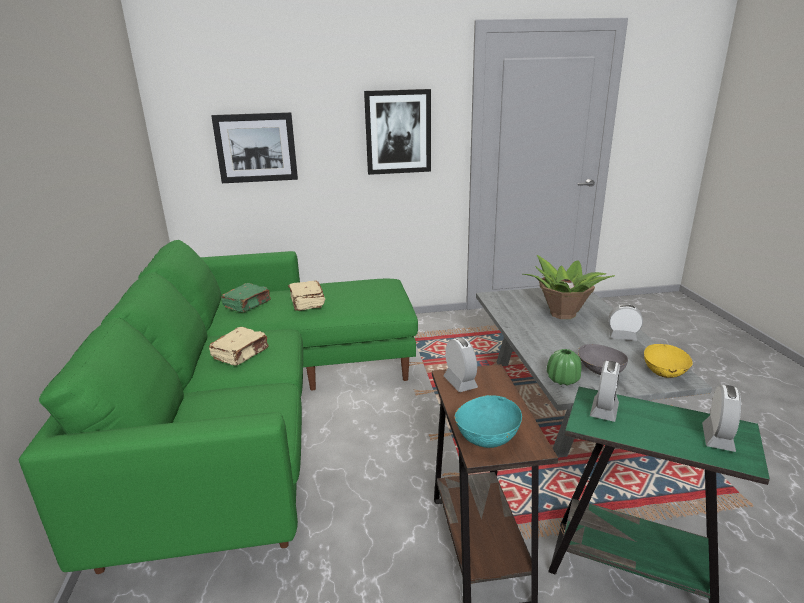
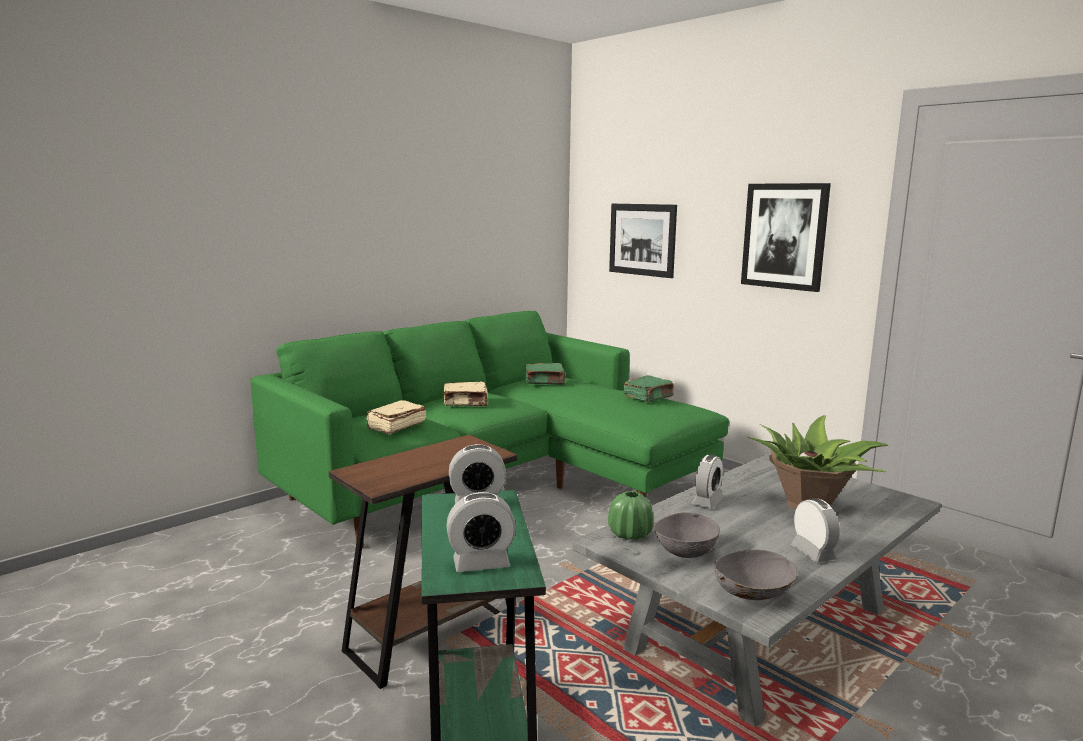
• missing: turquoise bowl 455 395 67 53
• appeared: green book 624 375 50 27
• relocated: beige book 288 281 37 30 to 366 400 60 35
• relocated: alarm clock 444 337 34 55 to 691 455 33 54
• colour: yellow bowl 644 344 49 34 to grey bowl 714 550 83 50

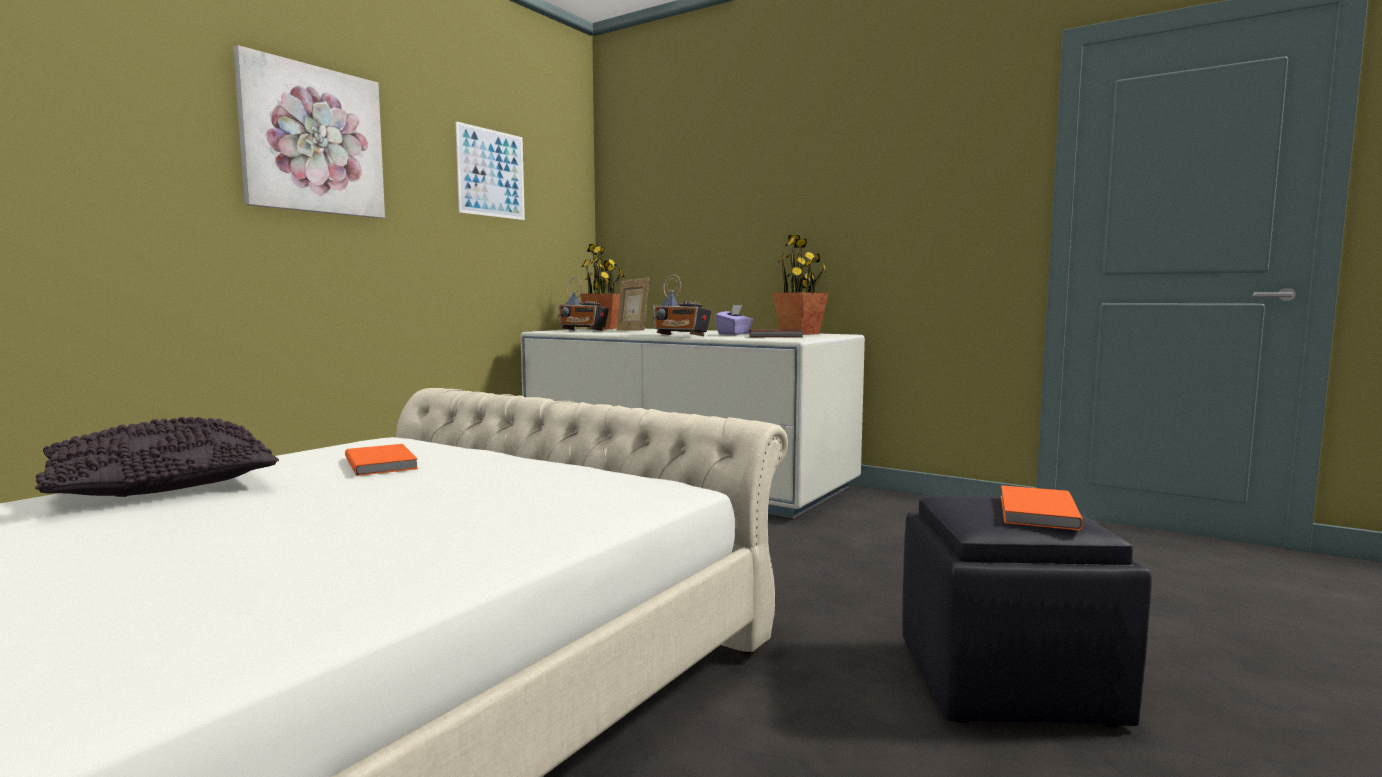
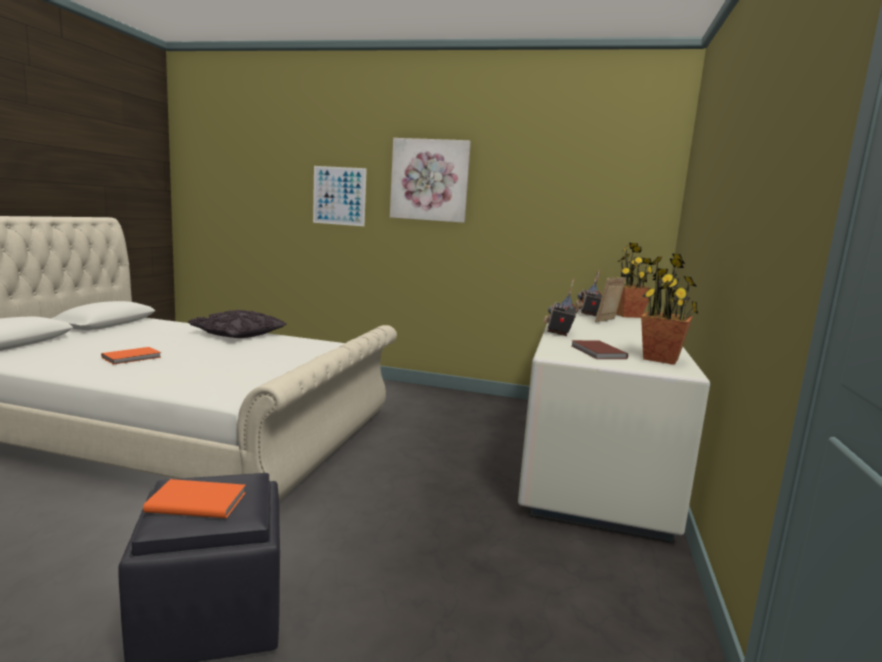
• missing: purple tissue box 715 305 38 30
• relocated: orange book 345 444 73 32 to 101 347 60 18
• relocated: picture 455 121 70 99 to 313 166 54 60

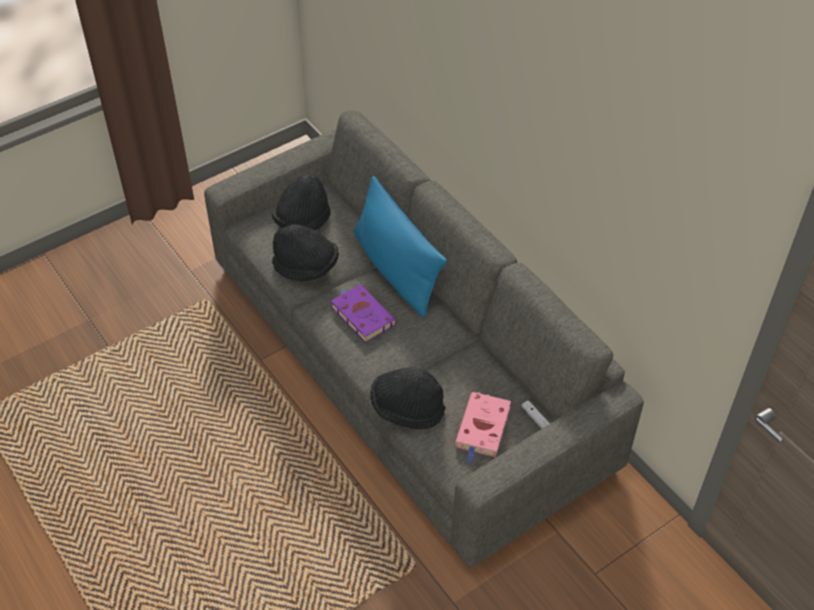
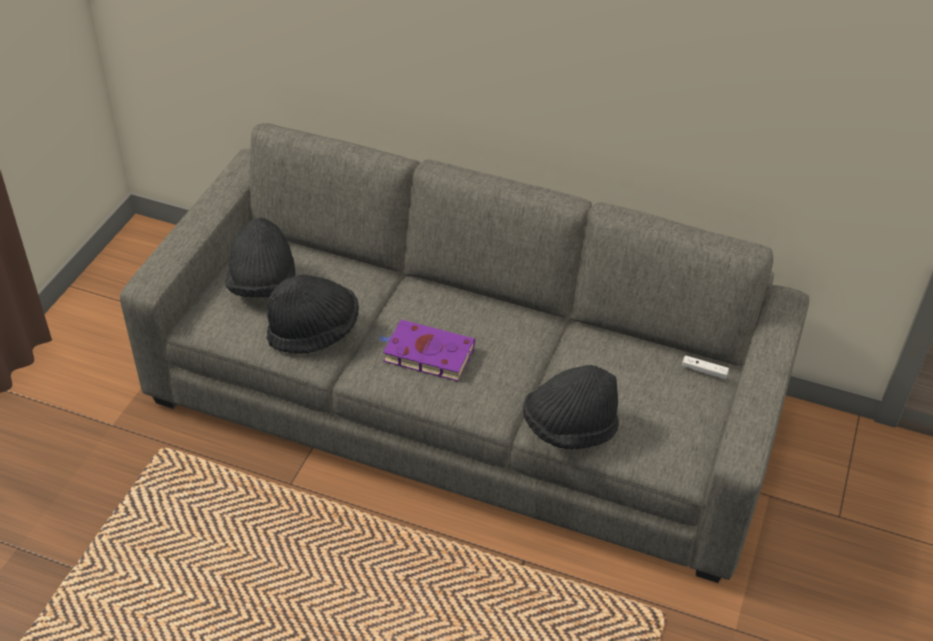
• missing: blue pillow 353 176 94 142
• missing: pink book 455 392 56 71

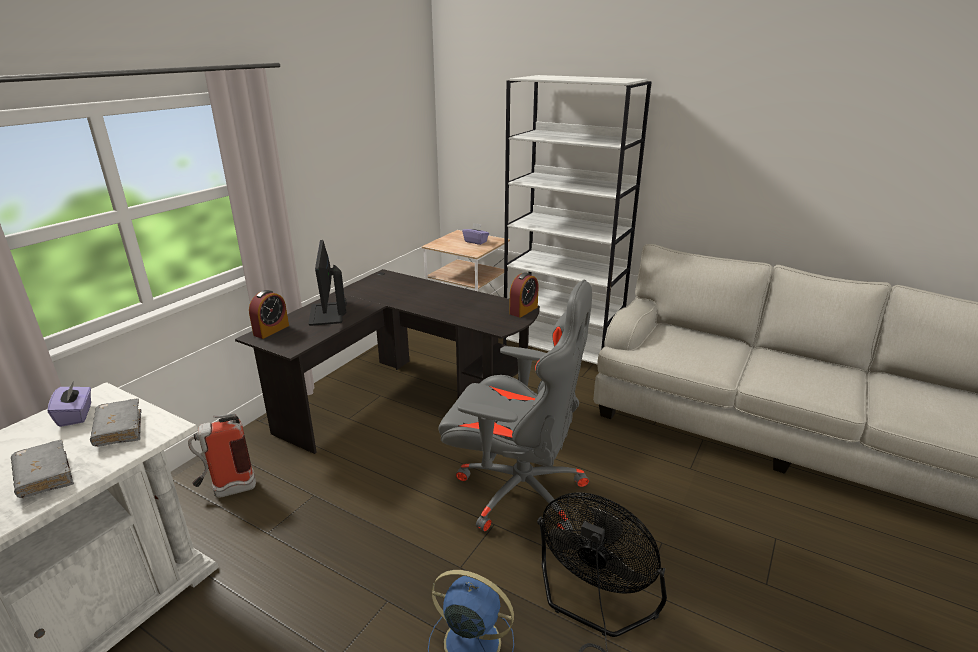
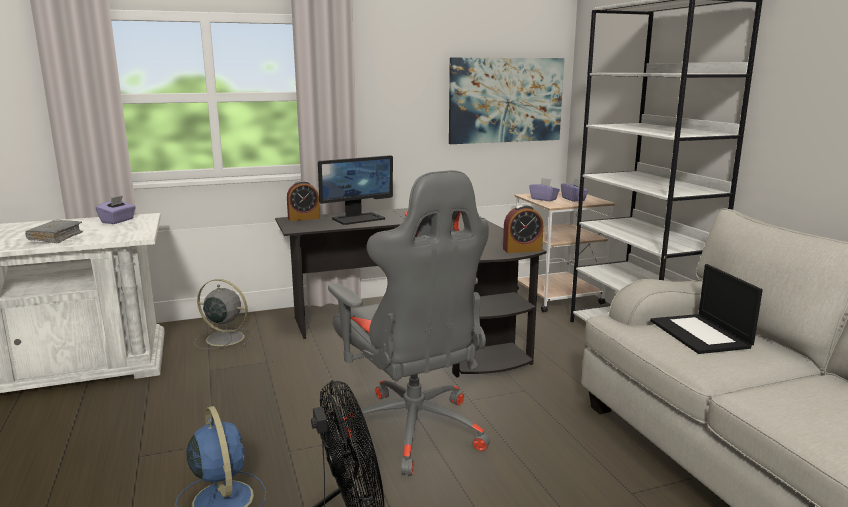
• missing: grey book 90 398 52 49
• appeared: picture 449 58 115 86
• appeared: purple tissue box 529 178 31 23
• appeared: laptop 650 264 113 90
• exchanged: fire extinguisher 188 413 68 85 to grey fan 195 279 59 70
• spun: monitor 309 240 38 86 = 318 155 75 70 150 degrees counterclockwise

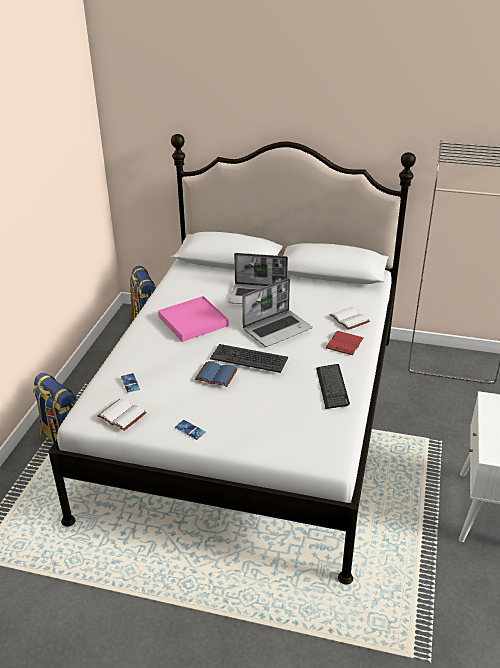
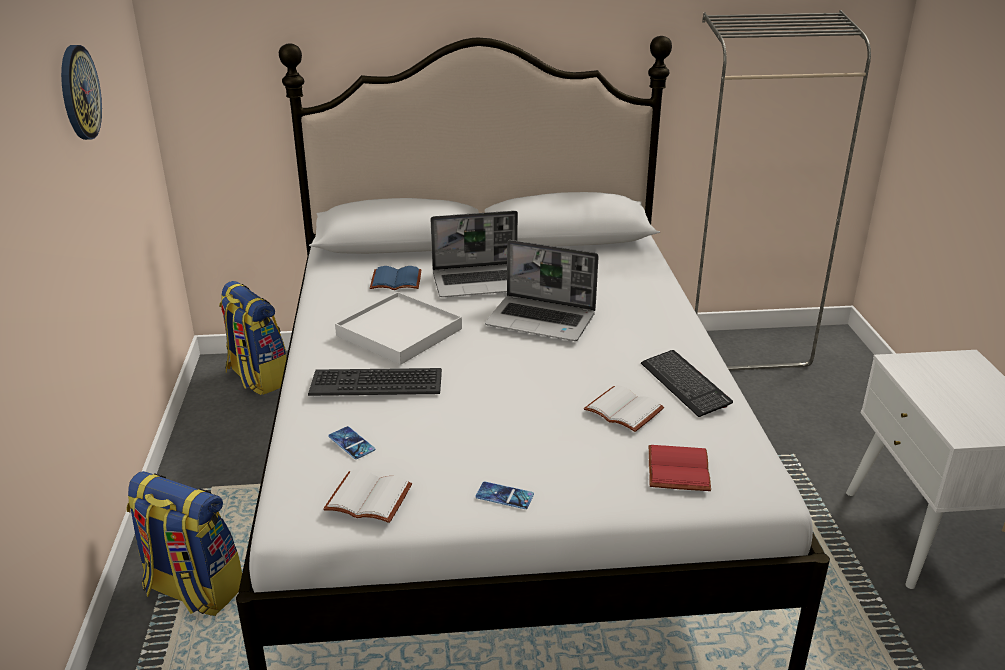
• appeared: wall clock 61 45 41 95
• relocated: blue book 195 361 43 26 to 370 266 52 24
• relocated: keyboard 210 344 78 29 to 308 368 134 28
• relocated: red book 326 331 38 24 to 648 445 63 46
• relocated: white book 330 307 40 23 to 584 385 80 47
• colour: pink tray 158 296 71 46 to white tray 335 292 127 73
• spun: laptop 242 278 70 69 = 485 240 114 101 75 degrees clockwise

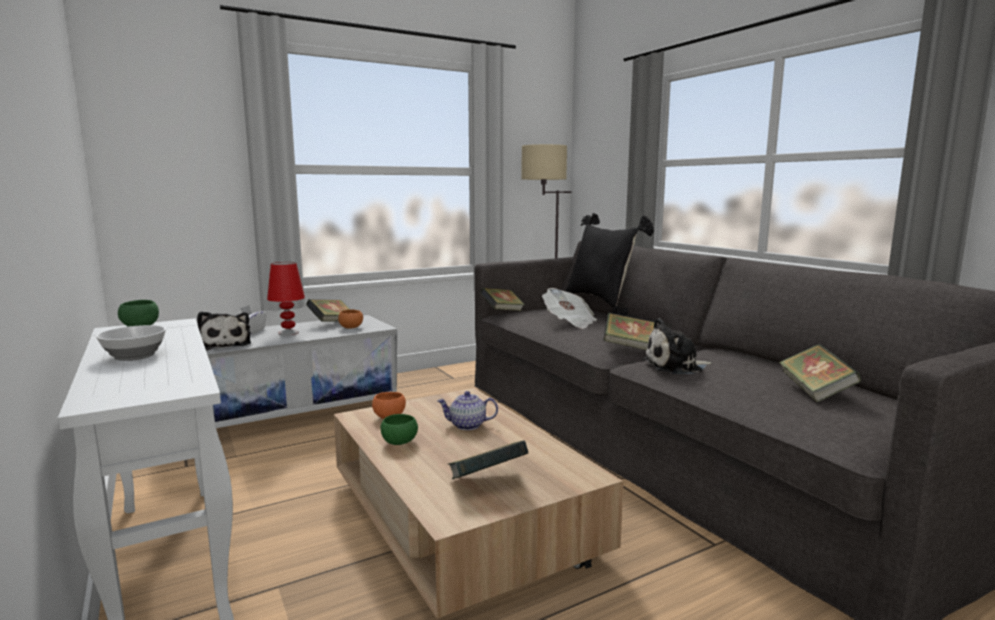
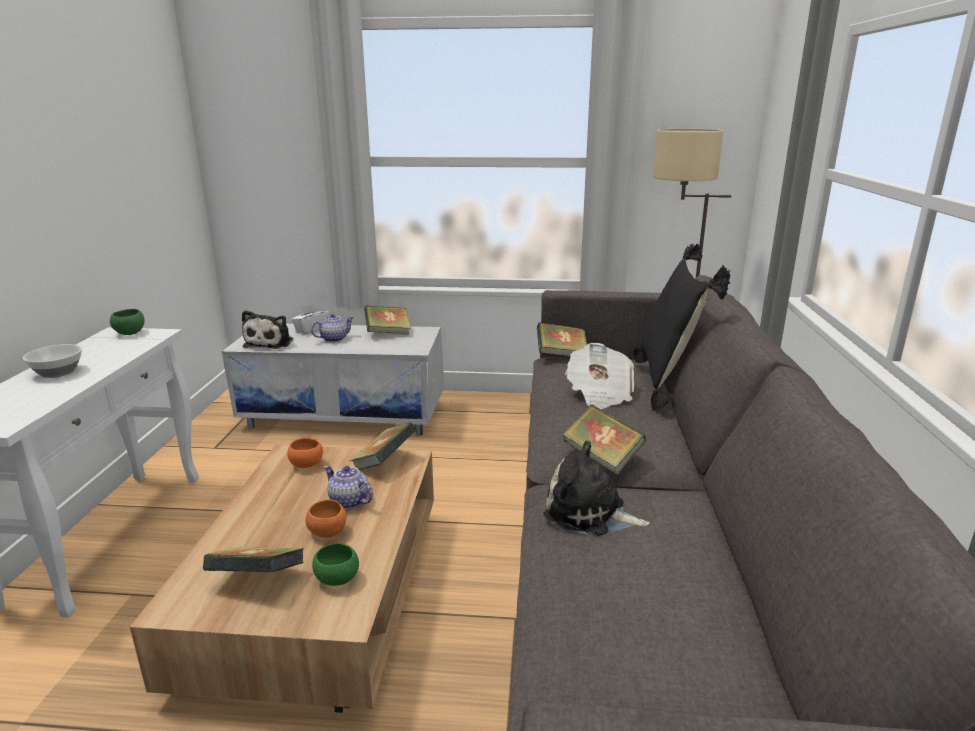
• relocated: orange bowl 338 309 25 20 to 306 500 40 38
• relocated: green bowl 380 414 38 31 to 312 543 47 43
• relocated: book 779 344 82 59 to 350 422 67 48
• exchanged: red table lamp 267 262 38 74 to teapot 311 314 43 28

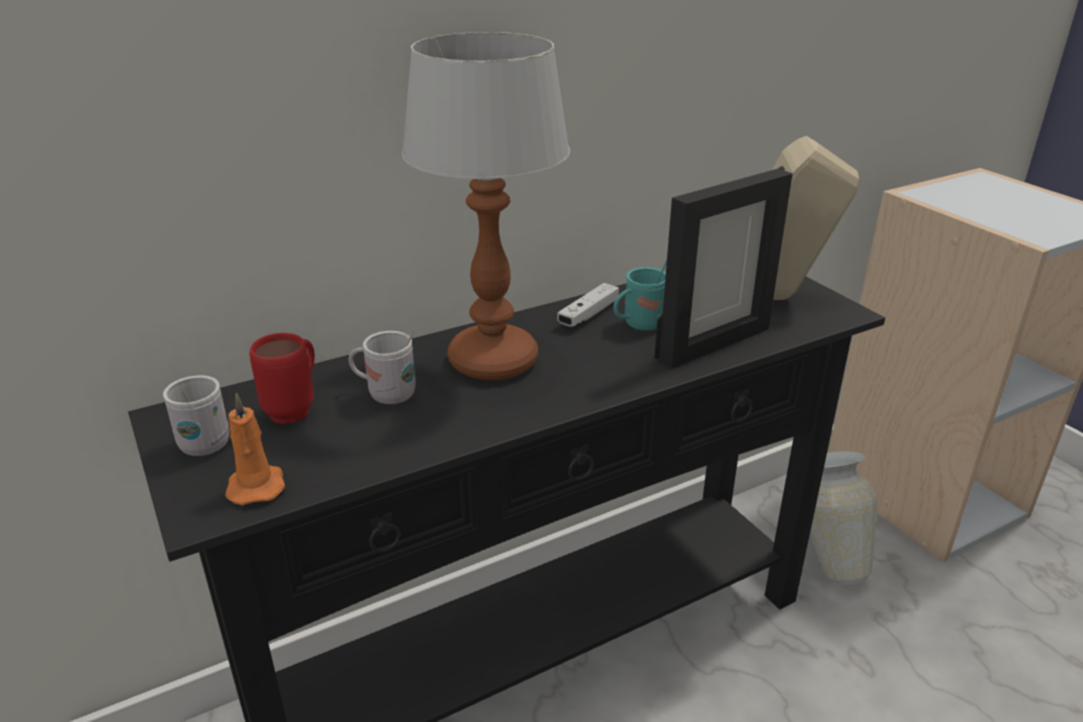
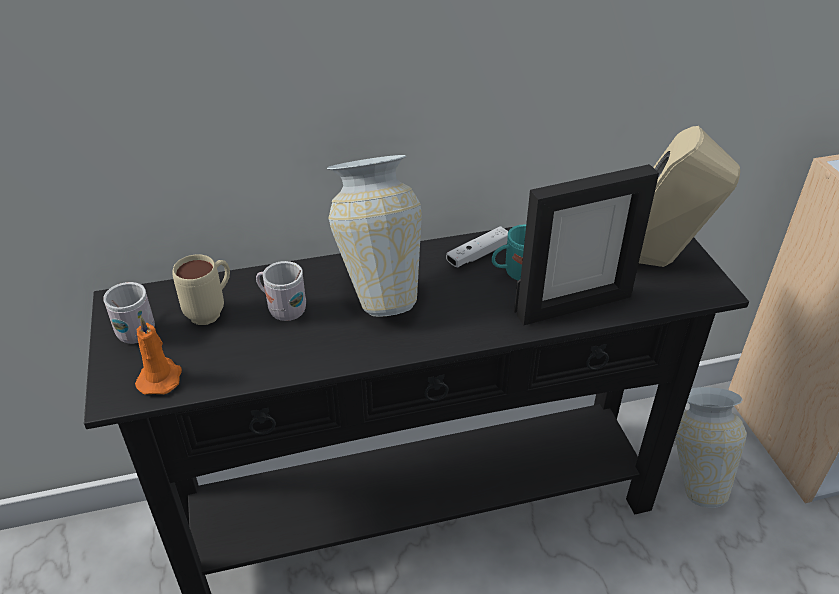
• exchanged: table lamp 402 32 168 348 to vase 327 155 95 162
• colour: red mug 250 333 65 91 to beige mug 172 254 58 71

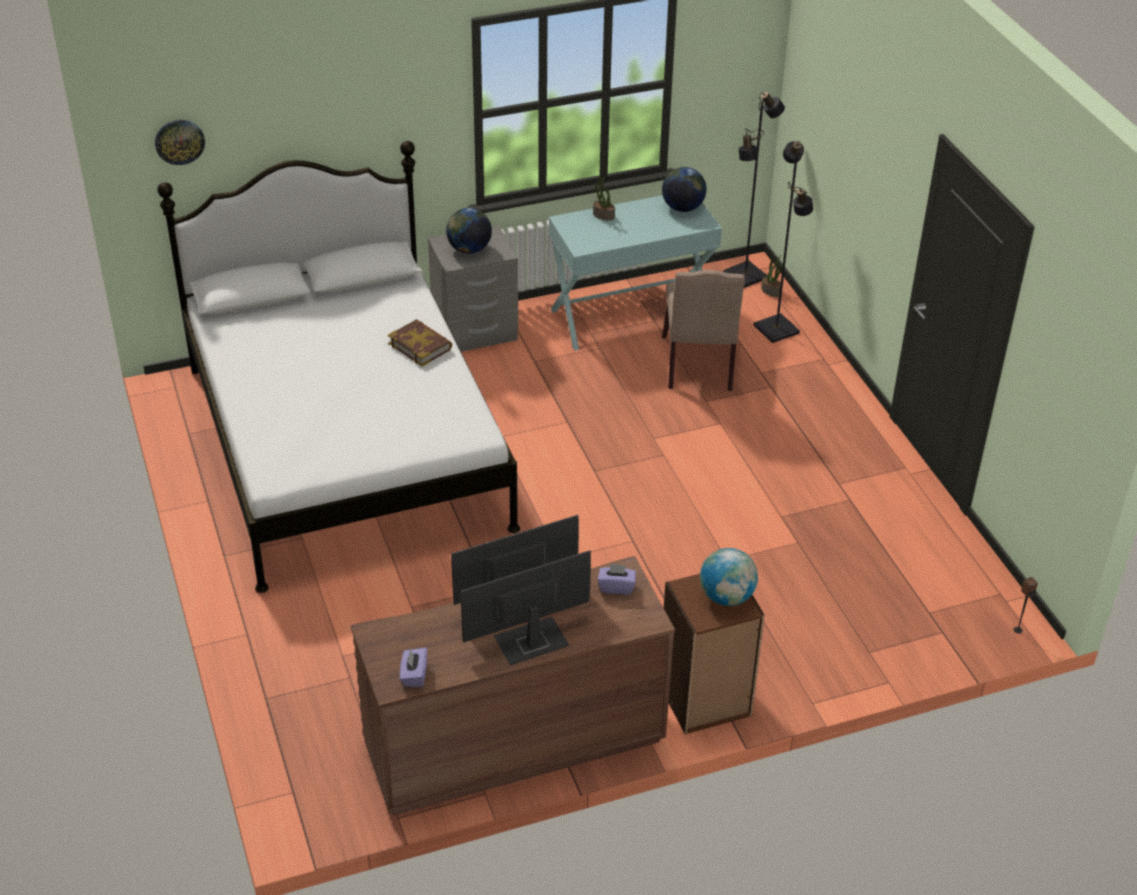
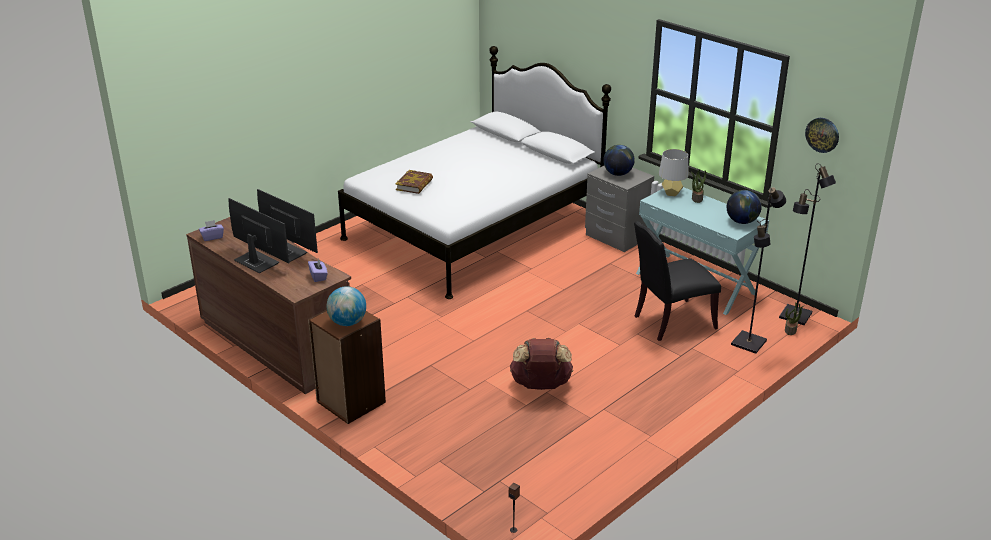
• appeared: brown backpack 510 338 63 52
• appeared: grey table lamp 659 149 29 47
• relocated: wall clock 155 120 50 45 to 805 118 34 35
• relocated: book 388 319 64 47 to 396 170 37 24
• colour: beige chair 662 270 83 121 to black chair 634 221 87 120

